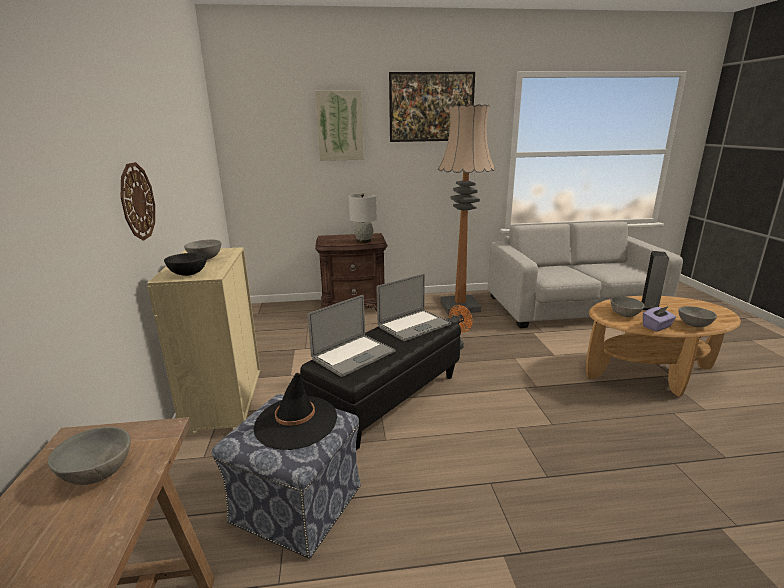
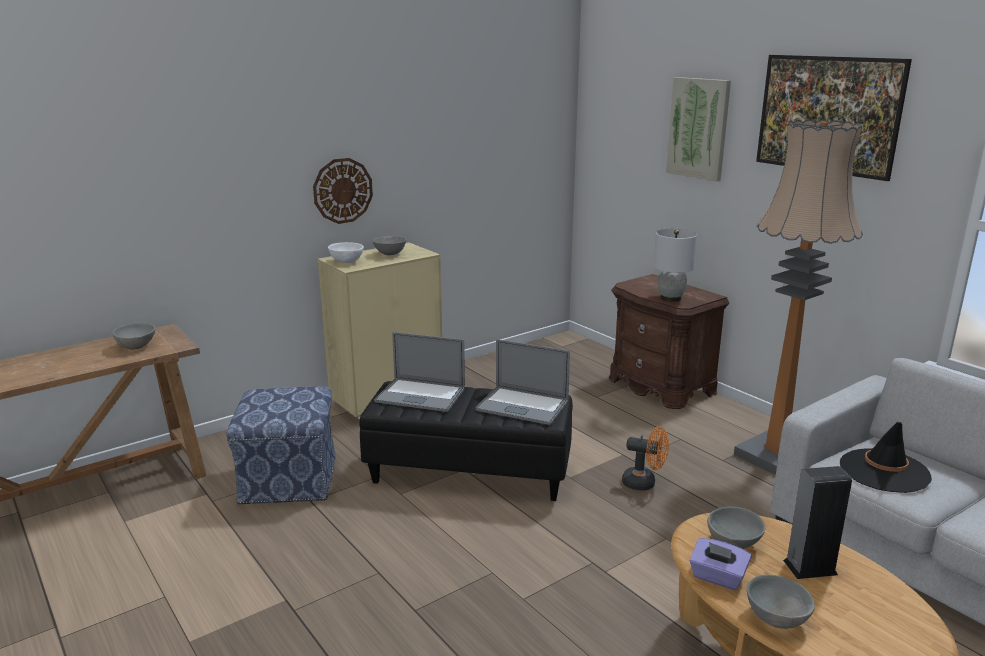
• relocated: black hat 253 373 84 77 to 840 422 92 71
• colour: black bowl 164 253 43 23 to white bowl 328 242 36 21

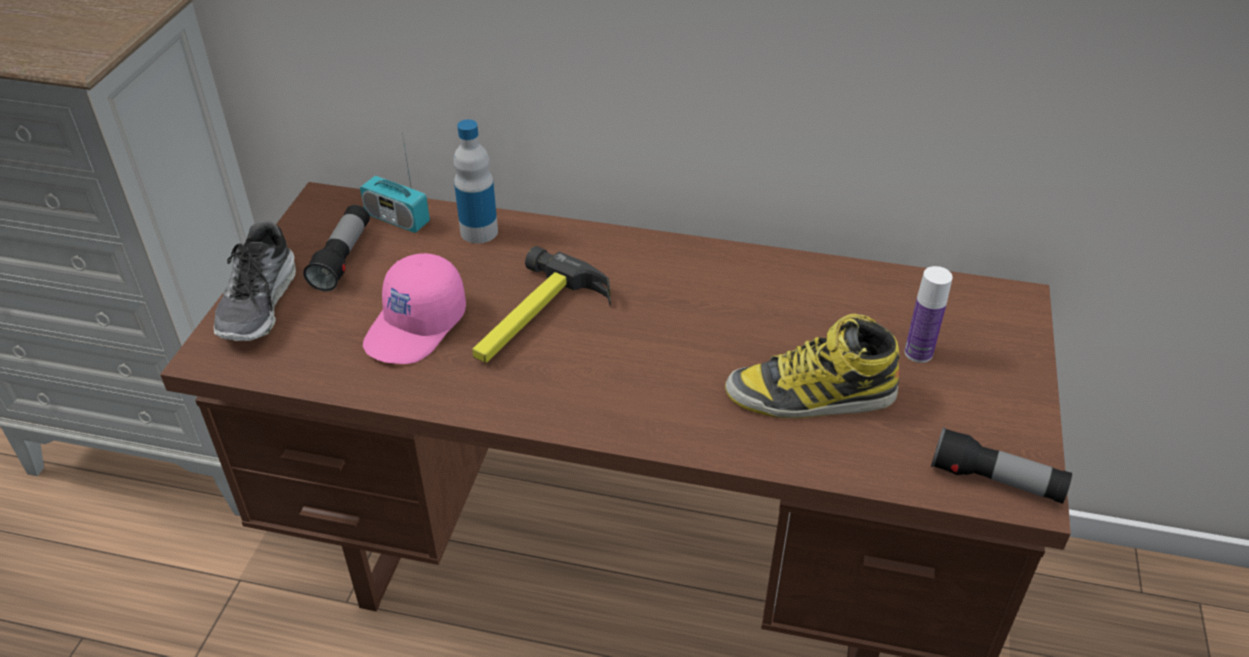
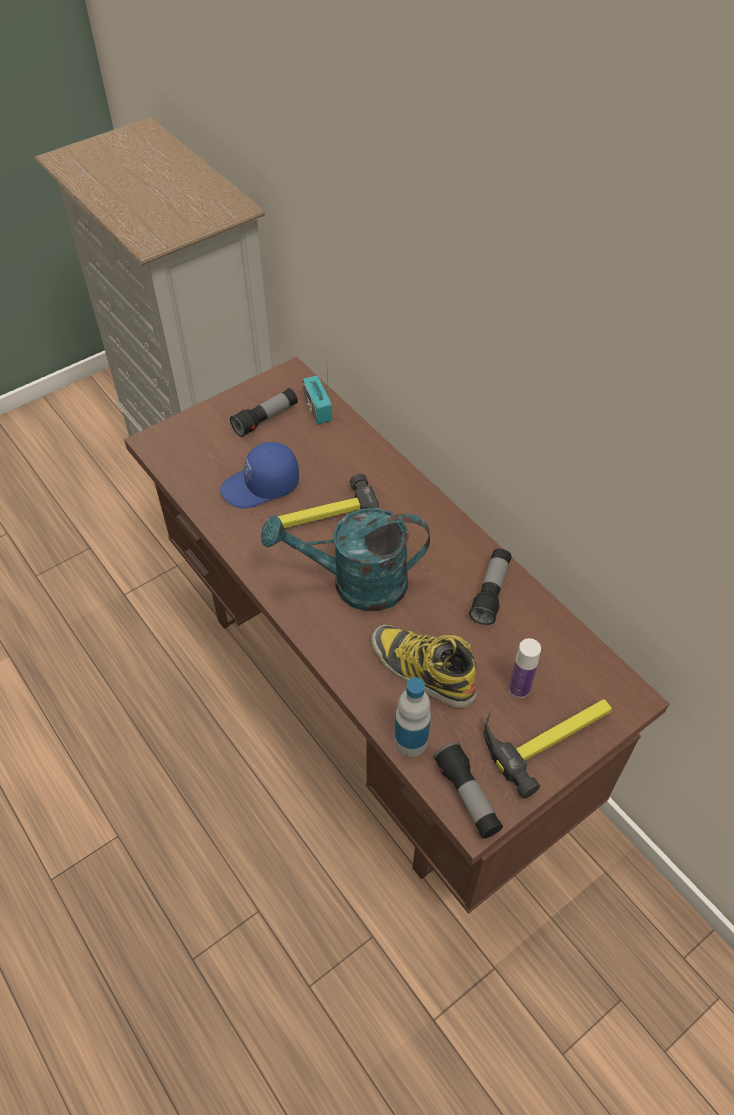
• missing: shoe 214 221 82 120
• appeared: turquoise watering can 261 508 169 103
• appeared: flashlight 469 548 43 77
• appeared: hammer 483 699 129 100
• relocated: bottle 453 119 45 125 to 394 677 37 80
• colour: pink cap 363 253 103 111 to blue cap 220 442 79 66

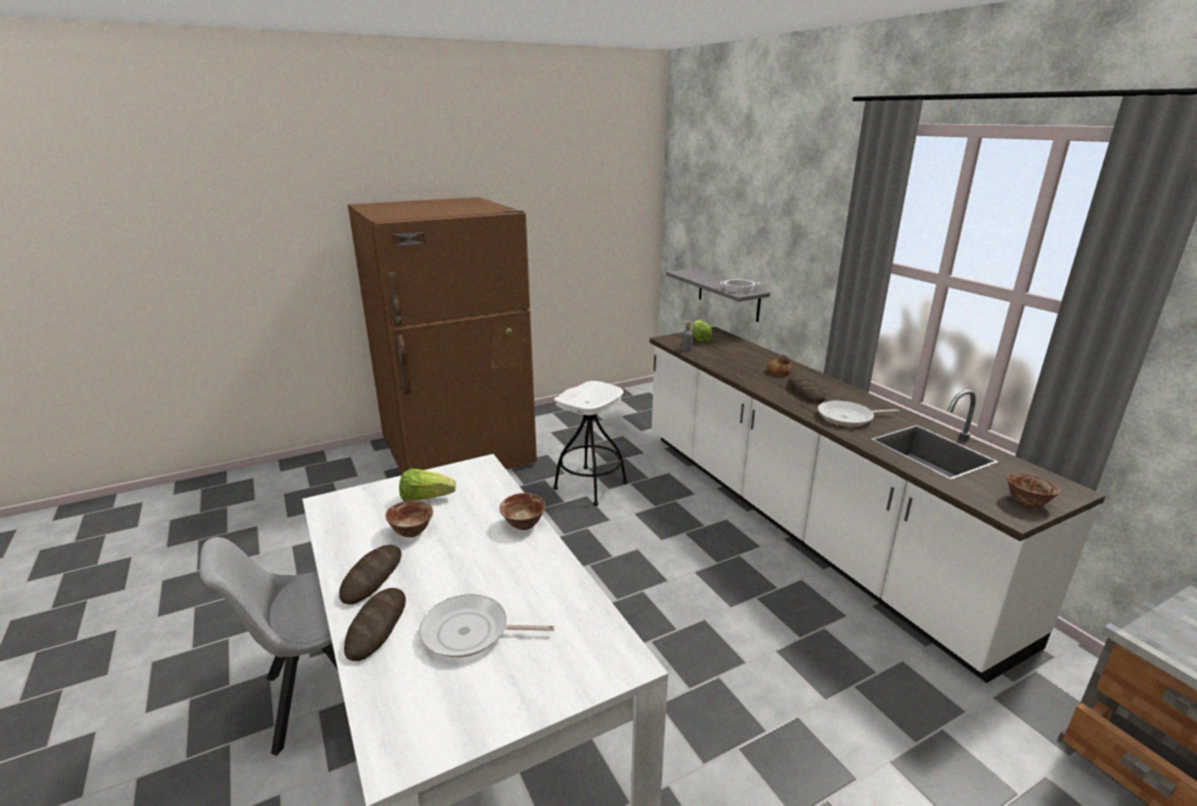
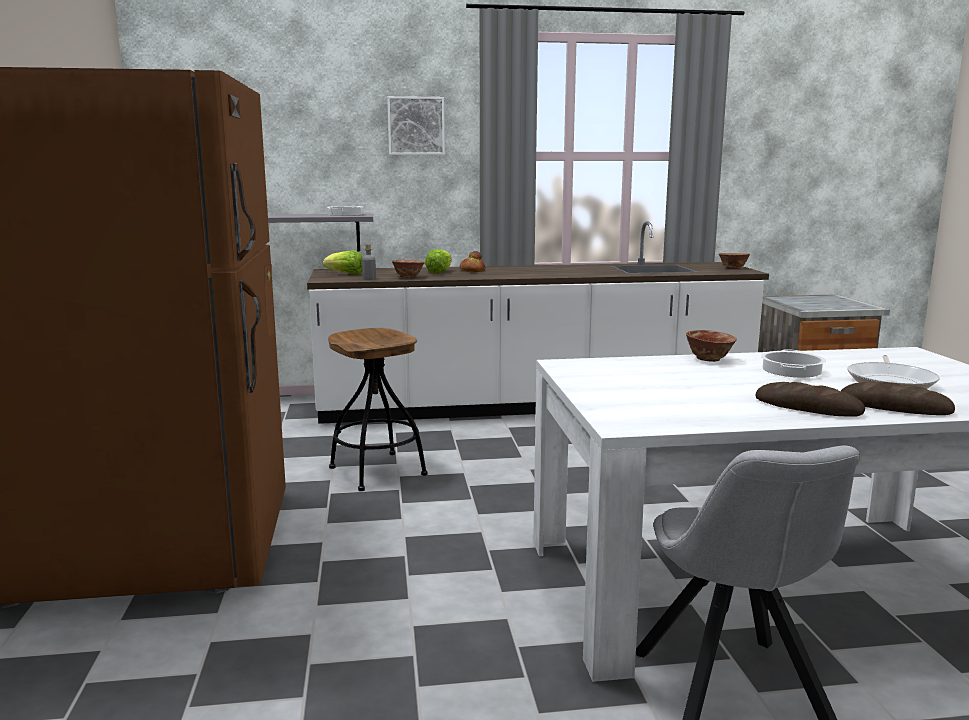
• missing: bread 788 376 37 27
• missing: frying pan 818 400 81 27
• appeared: picture 387 96 58 59
• appeared: cooking pot 761 349 65 29
• relocated: bowl 385 500 48 37 to 392 260 33 18
• relocated: lettuce 399 468 57 33 to 425 249 26 25
• colour: white stool 553 381 74 125 to brown stool 328 328 100 163

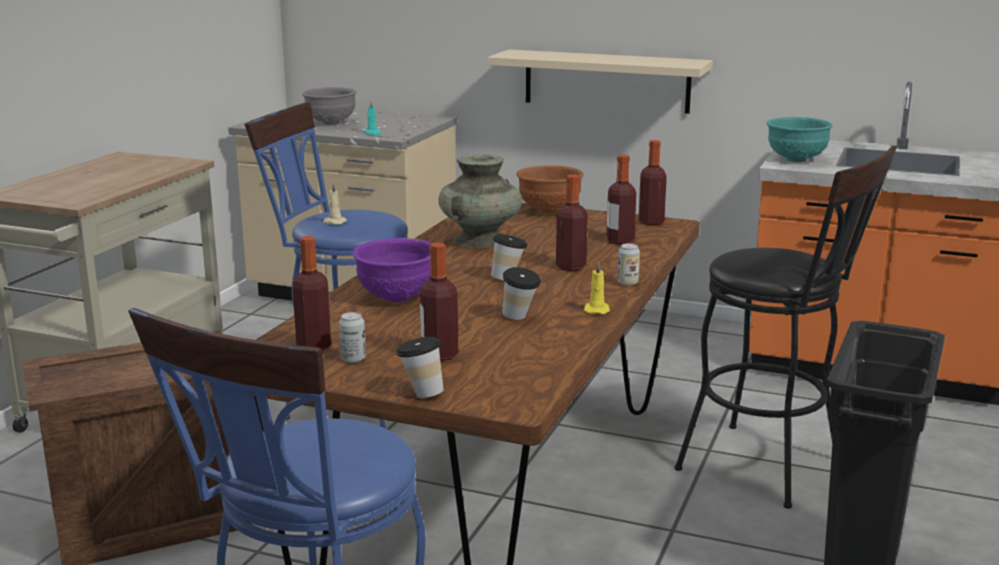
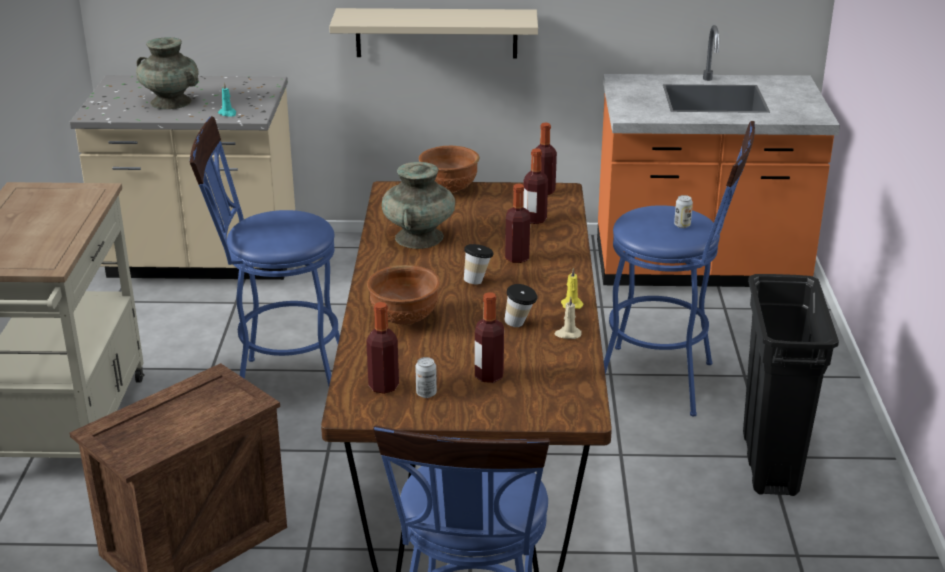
• missing: cup 396 337 48 61
• missing: turquoise bowl 766 117 67 45
• relocated: beige candle 323 183 24 42 to 554 296 28 43
• relocated: can 617 243 23 43 to 674 195 19 33
• exchanged: grey bowl 302 87 55 38 to turquoise vase 136 37 63 72
• colour: purple bowl 353 238 80 64 to brown bowl 367 265 73 60
• colour: black stool 675 145 222 364 to blue stool 604 121 151 295

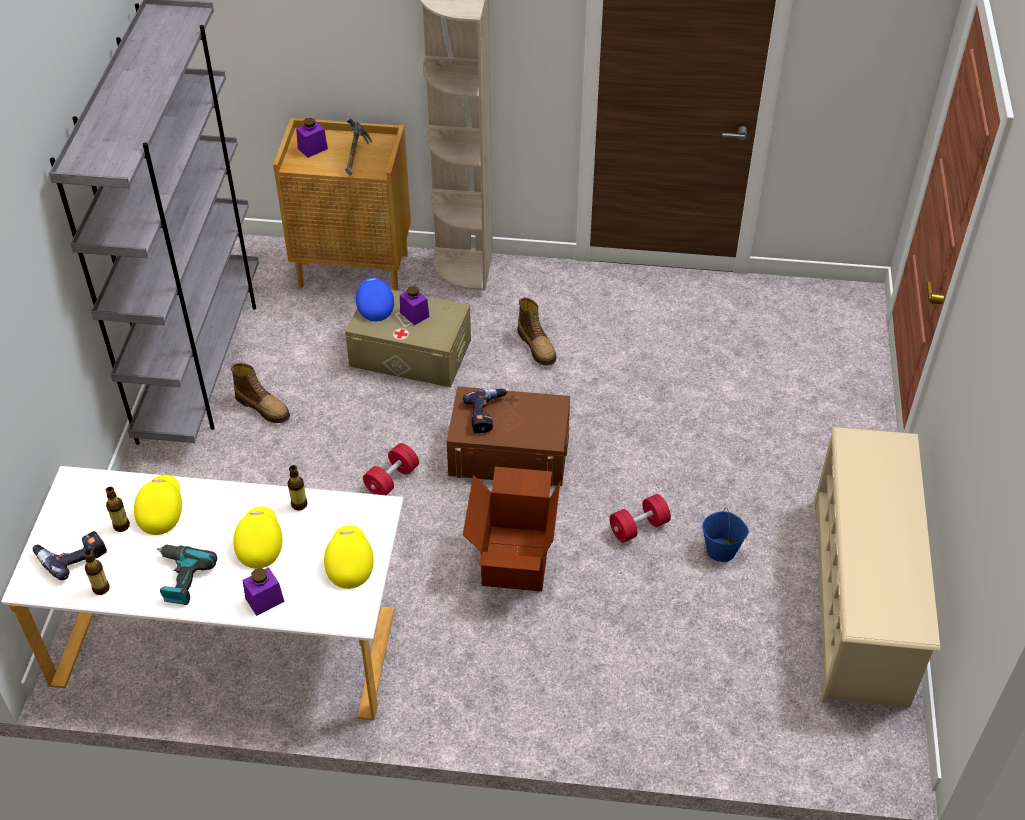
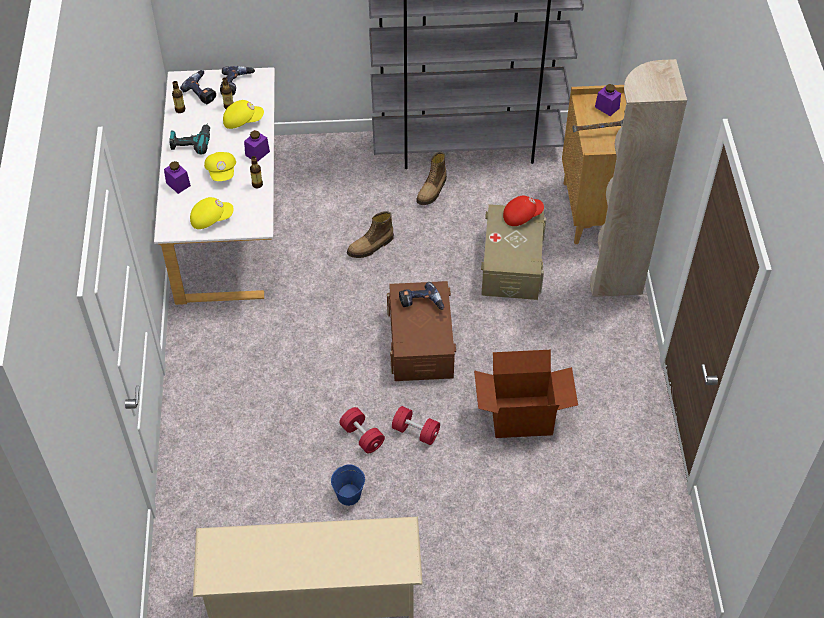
• appeared: power drill 220 66 35 29
• relocated: red dumbbell 363 443 56 52 to 392 406 48 39
• relocated: purple jar 400 286 29 39 to 244 130 26 32
• relocated: cardboard box 463 467 98 125 to 474 350 104 88
• relocated: boot 517 297 39 69 to 347 211 47 47
• colour: blue cap 356 277 38 44 to red cap 503 196 41 30
• spun: yellow cap 233 506 49 63 = 204 152 32 29 90 degrees clockwise

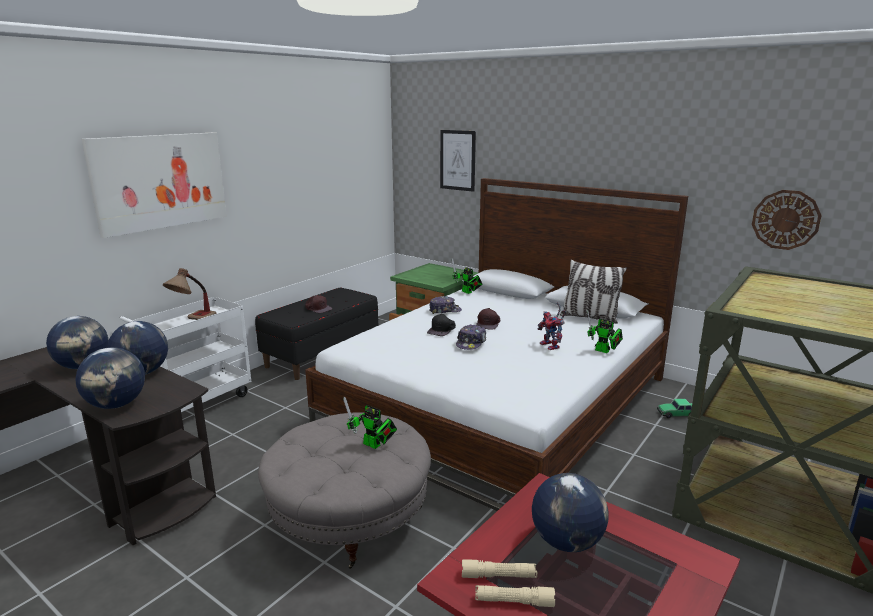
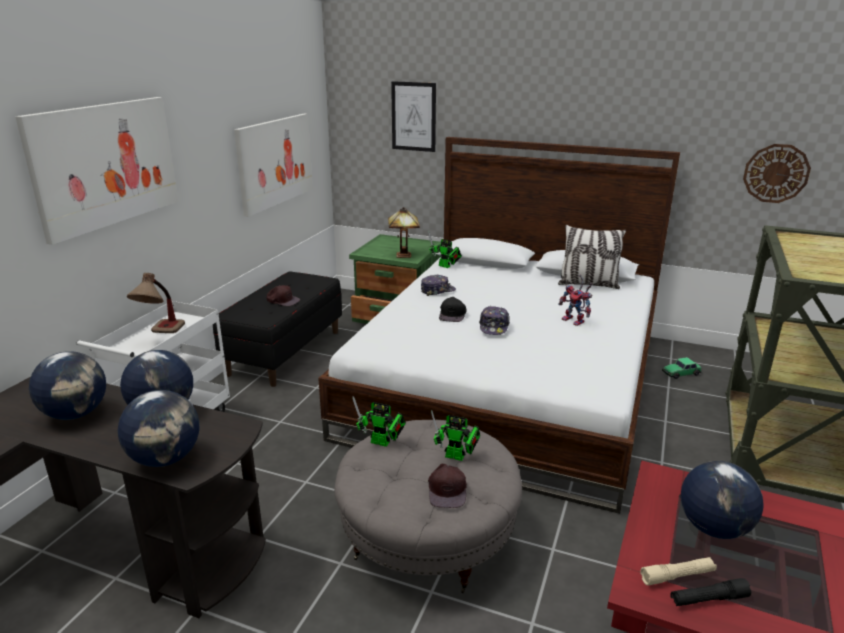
• appeared: picture 234 114 79 103
• appeared: table lamp 388 207 32 51
• relocated: brown cap 476 308 24 22 to 428 464 39 44
• relocated: toy robot 587 310 36 43 to 352 396 54 51
• colour: beige flashlight 475 585 80 22 to black flashlight 670 578 81 28

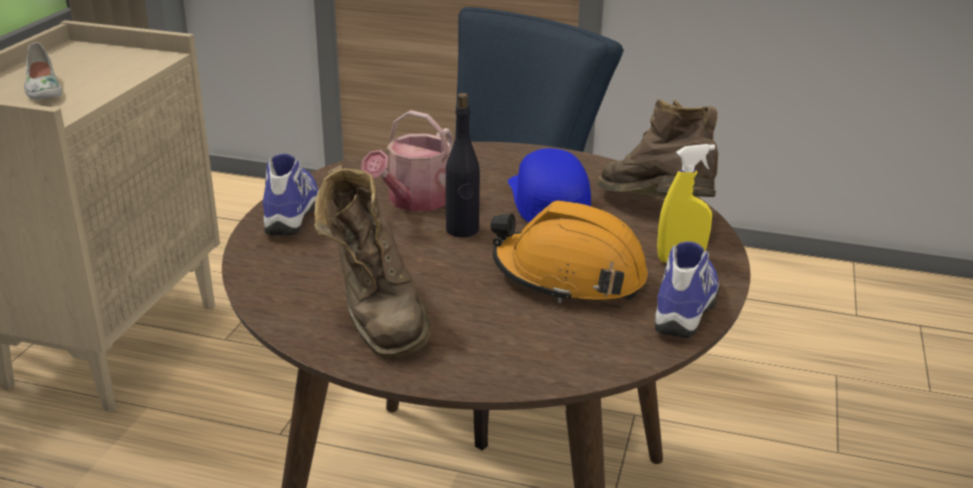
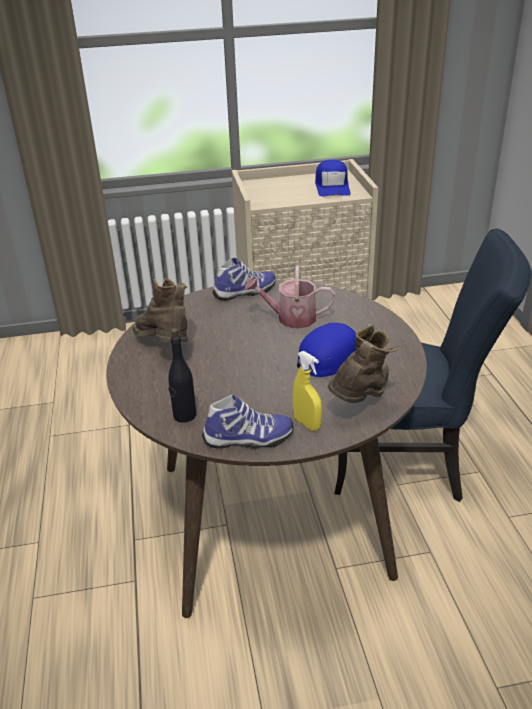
• missing: white shoe 24 42 38 58
• missing: orange hard hat 490 200 158 103
• appeared: blue cap 315 160 36 37
• relocated: black bottle 446 93 34 144 to 168 328 28 95
• spun: brown boot 314 165 117 194 = 133 278 55 64 105 degrees clockwise

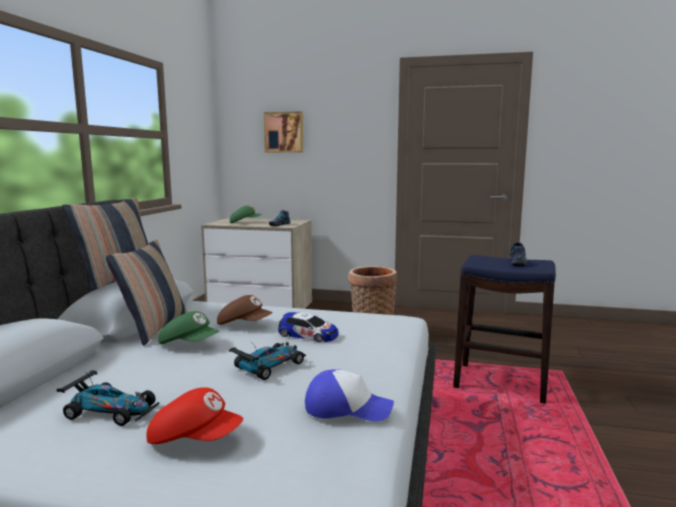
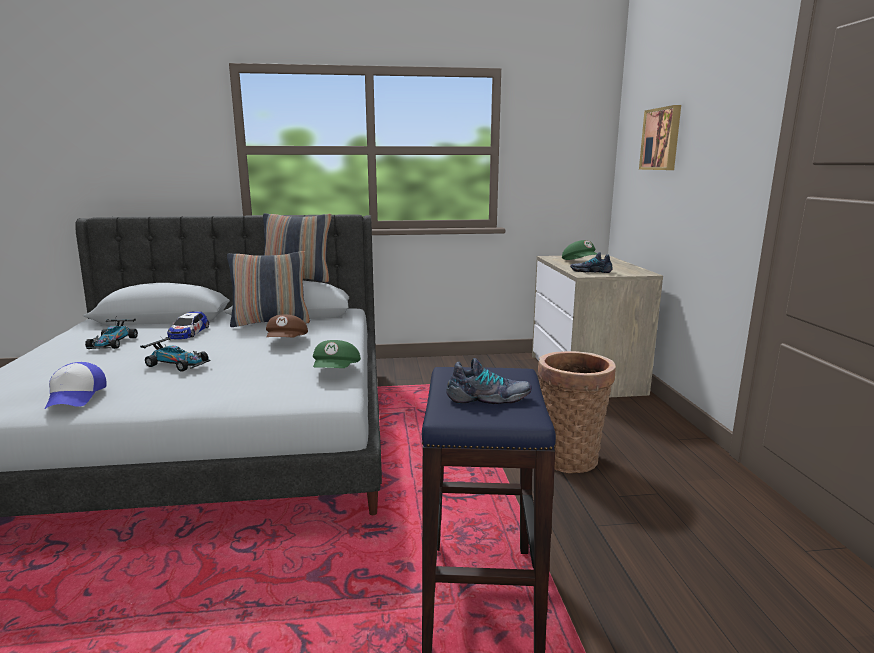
• missing: red cap 147 387 96 57
• relocated: green cap 158 311 62 33 to 313 340 48 28
• relocated: toy car 278 312 60 30 to 167 311 42 28

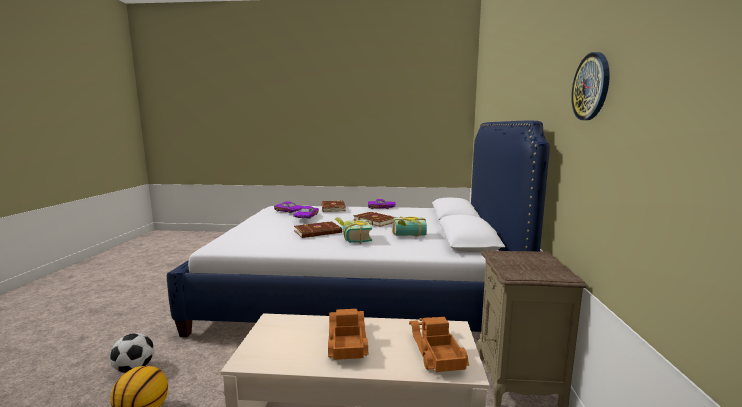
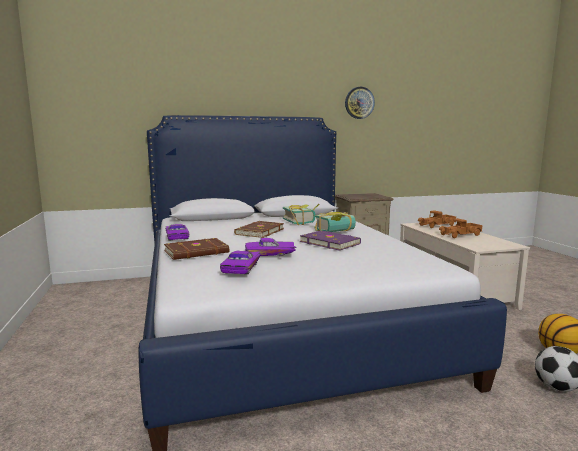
• colour: brown book 294 221 48 17 to purple book 300 230 61 21

